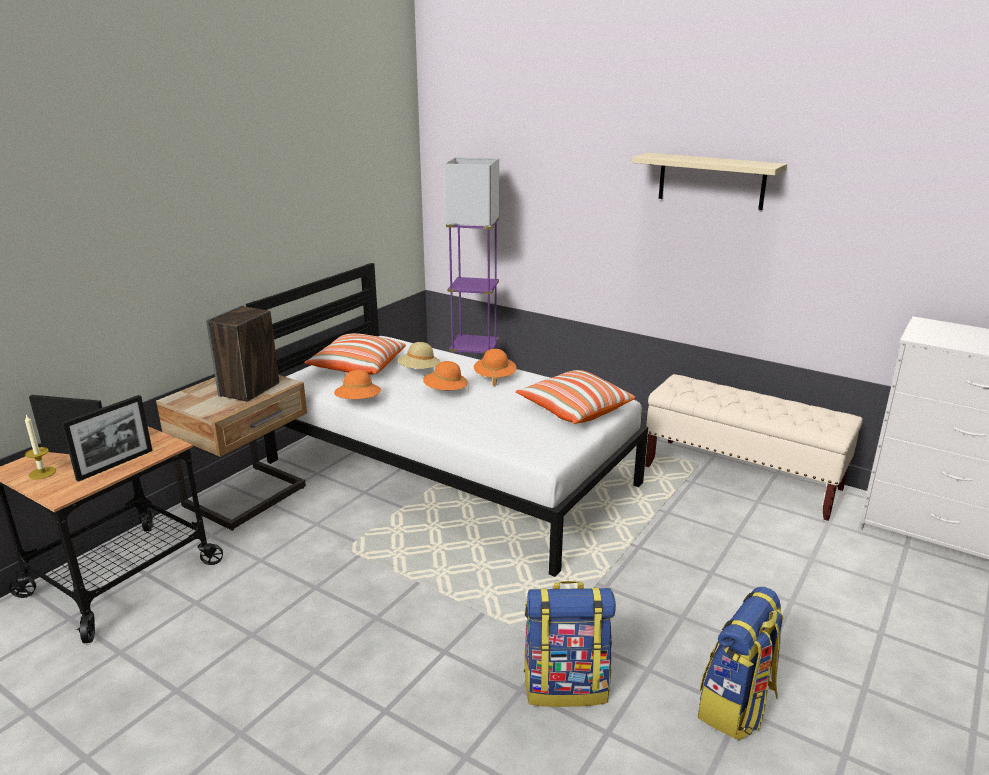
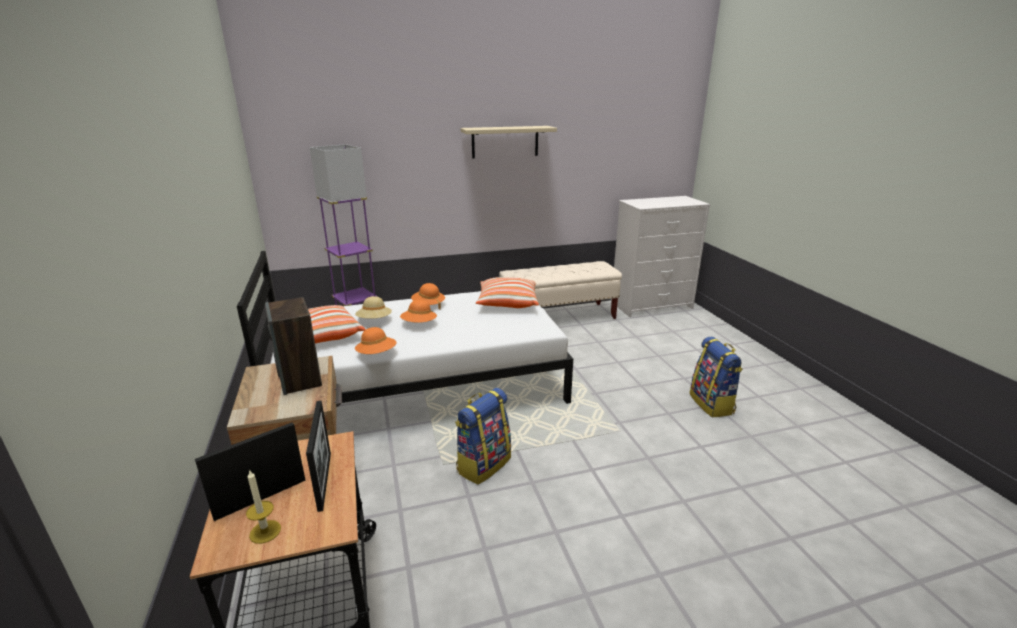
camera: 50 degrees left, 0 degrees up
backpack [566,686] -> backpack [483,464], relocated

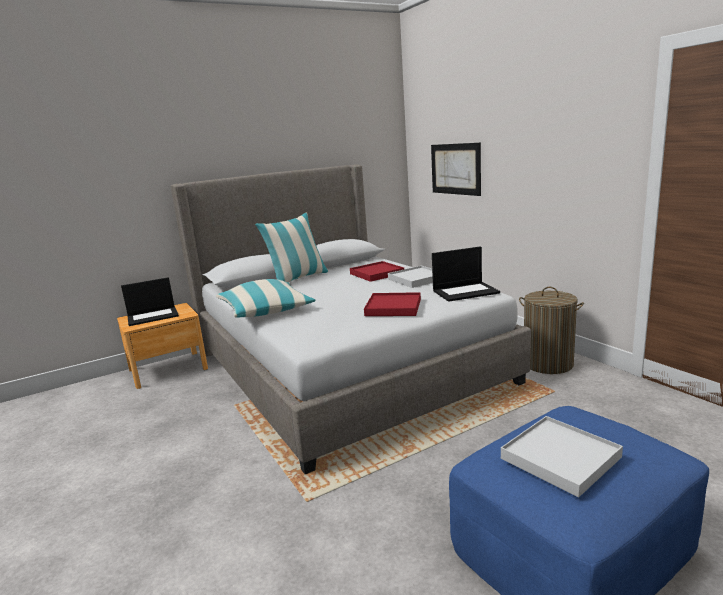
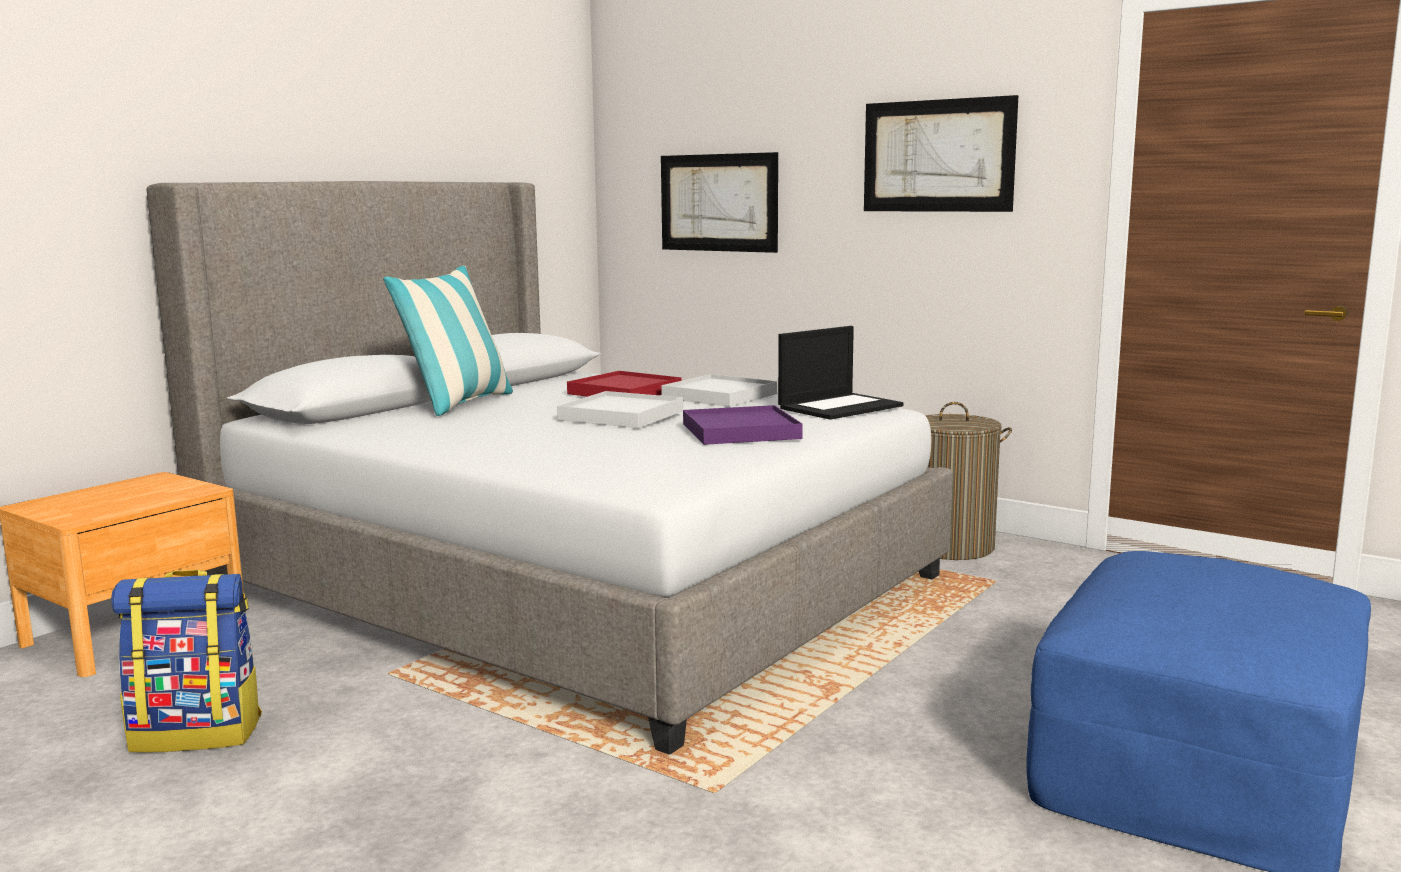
camera: 25 degrees left, 5 degrees down
none -> backpack [198,733]
white tray [560,458] -> white tray [621,415], relocated
red tray [393,307] -> purple tray [740,431]
none -> picture [937,156]
laptop [153,316] -> none
pillow [265,310] -> none

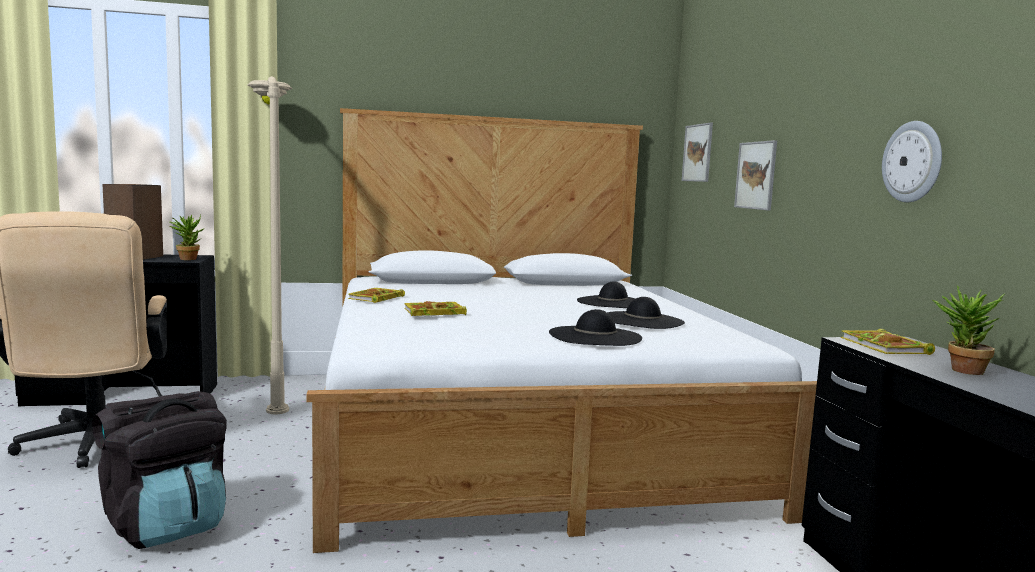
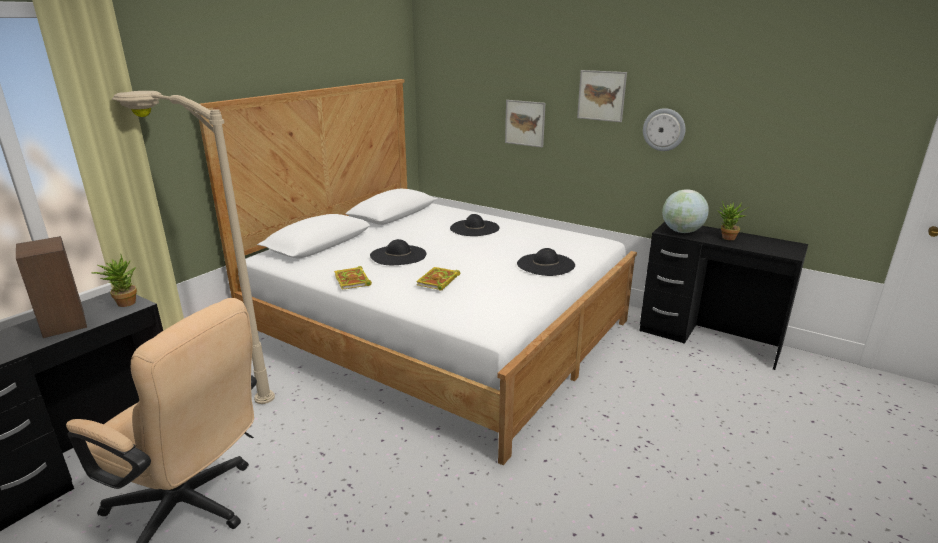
camera: 45 degrees left, 15 degrees up
black hat [642,320] -> black hat [398,255], relocated
picture [697,153] -> picture [601,95], relocated
book [886,347] -> globe [682,231]
black backpack [166,525] -> none

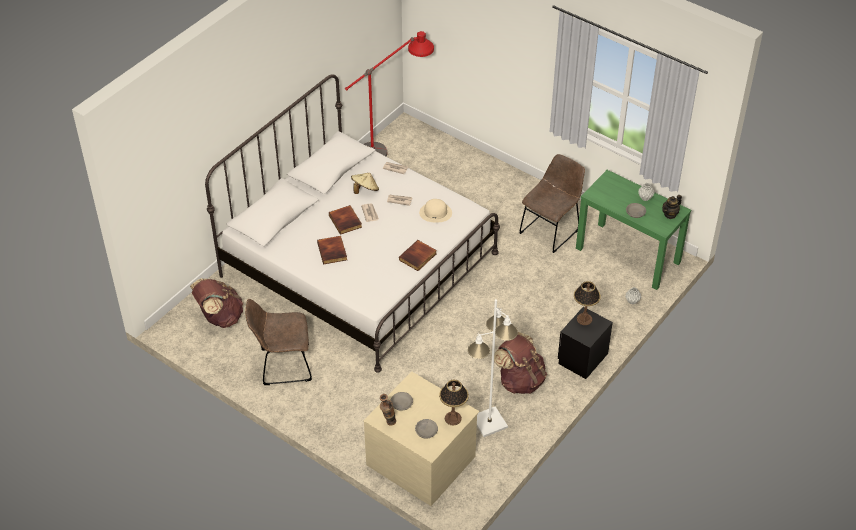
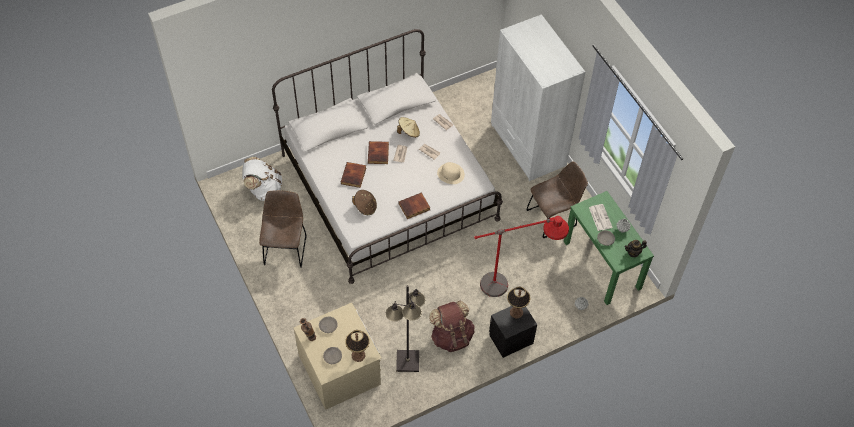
camera: 25 degrees right, 10 degrees up
brown backpack [220,317] -> white backpack [264,189]
brown chair [282,365] -> brown chair [285,248], 75 degrees clockwise
none -> brown hat [365,207]
white floor lamp [489,423] -> black floor lamp [407,361]
red floor lamp [392,147] -> red floor lamp [514,286], relocated
none -> white wardrobe [527,146]
none -> newspaper [600,217]

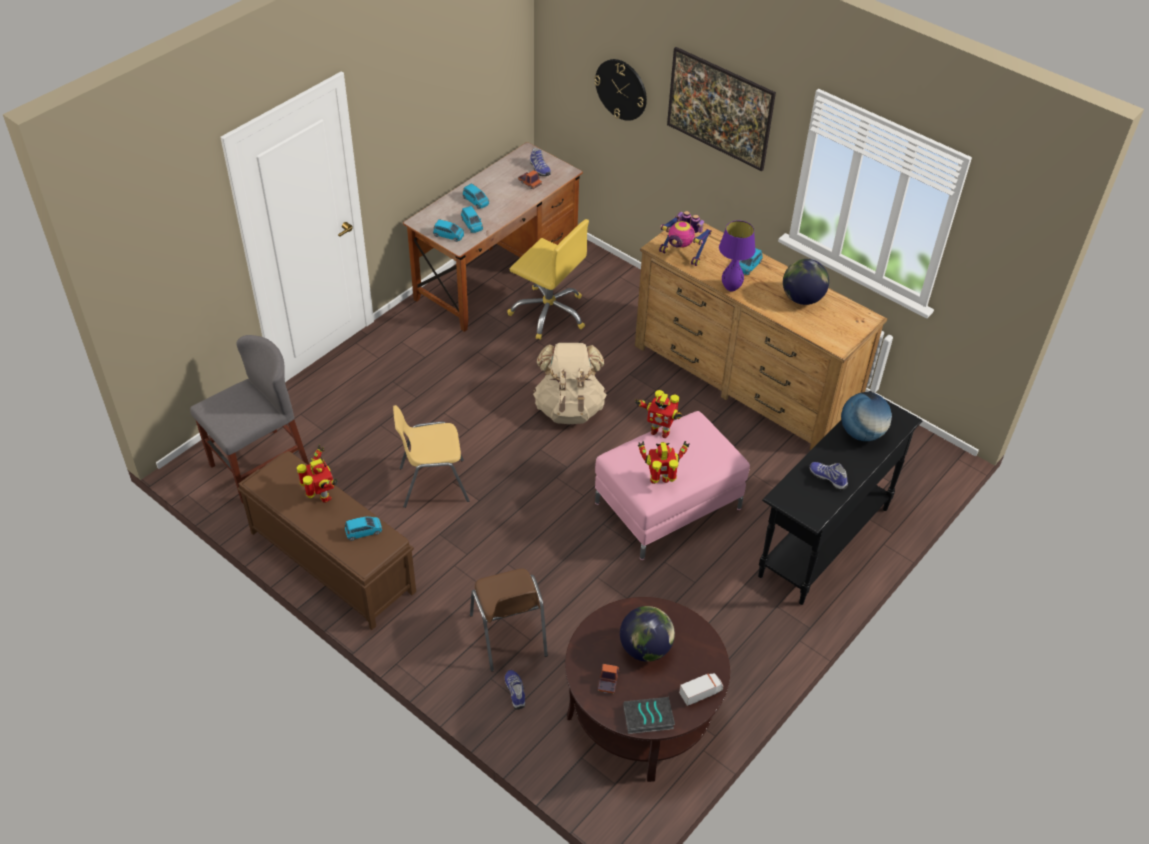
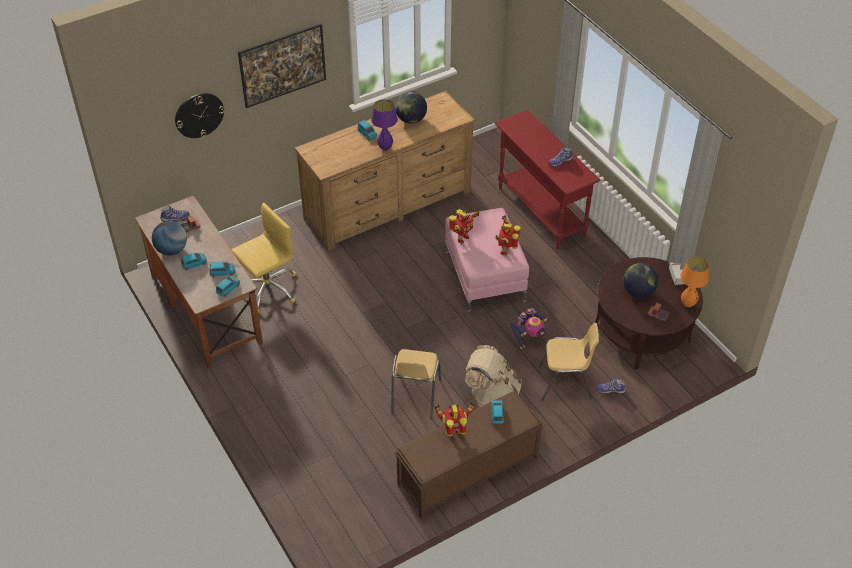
camera: 70 degrees left, 0 degrees up
globe [861,433] -> globe [172,250], relocated
beige backpack [569,408] -> beige backpack [491,396], relocated
black console table [823,542] -> red console table [541,213]
toy robot [682,254] -> toy robot [529,339], relocated
brown chair [509,636] -> yellow chair [565,383]
book [647,718] -> orange table lamp [688,304]
grey chair [259,466] -> none

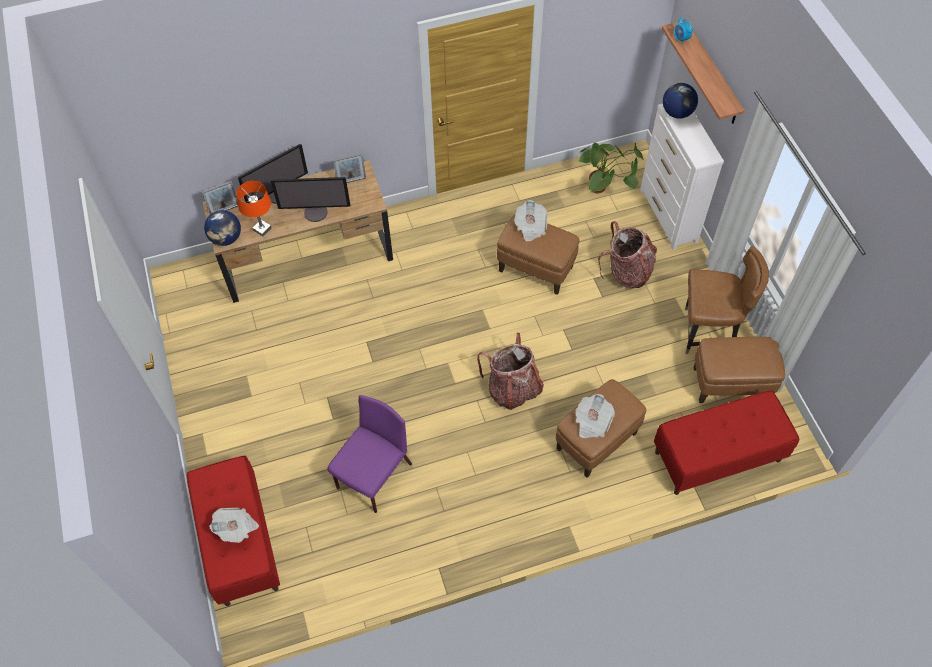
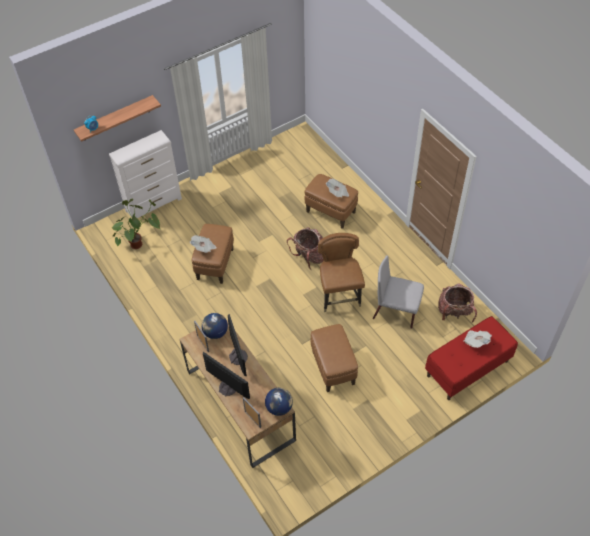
camera: 105 degrees left, 5 degrees down
globe [677,113] -> globe [215,333], relocated
brown ottoman [730,384] -> brown ottoman [333,368], relocated
brown chair [708,332] -> brown chair [339,296], relocated
purple chair [373,477] -> grey chair [396,311]
backpack [627,272] -> backpack [454,312], relocated
orange table lamp [262,229] -> none
red bench [717,456] -> none

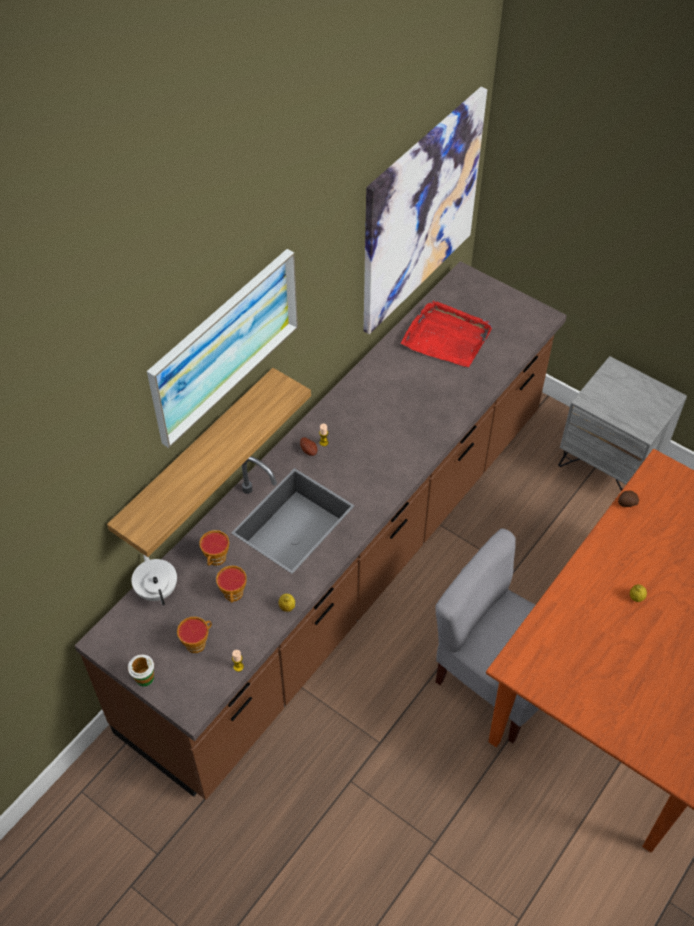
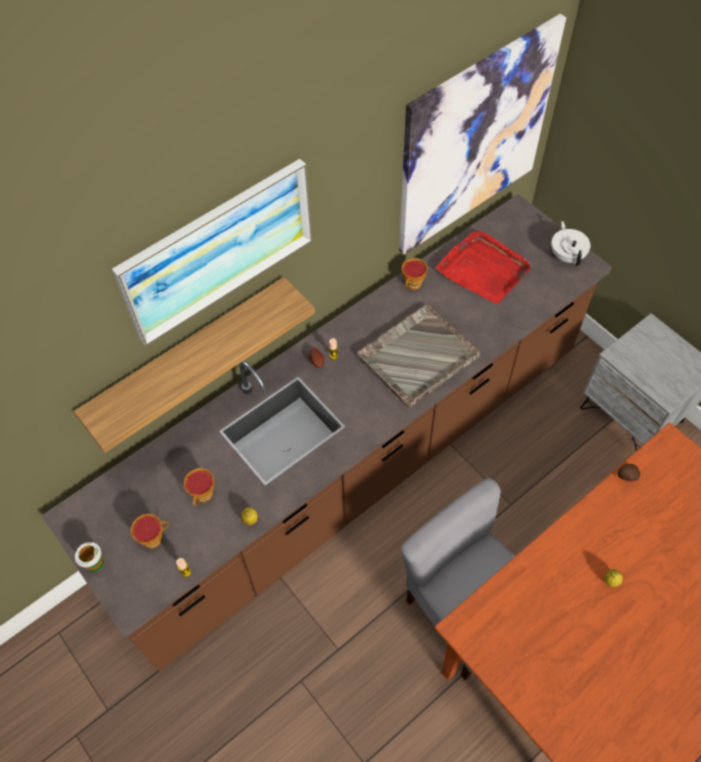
camera: 15 degrees right, 5 degrees up
none -> grey tray [417,357]
cup [216,559] -> cup [412,285], relocated
white teapot [157,589] -> white teapot [567,255], relocated

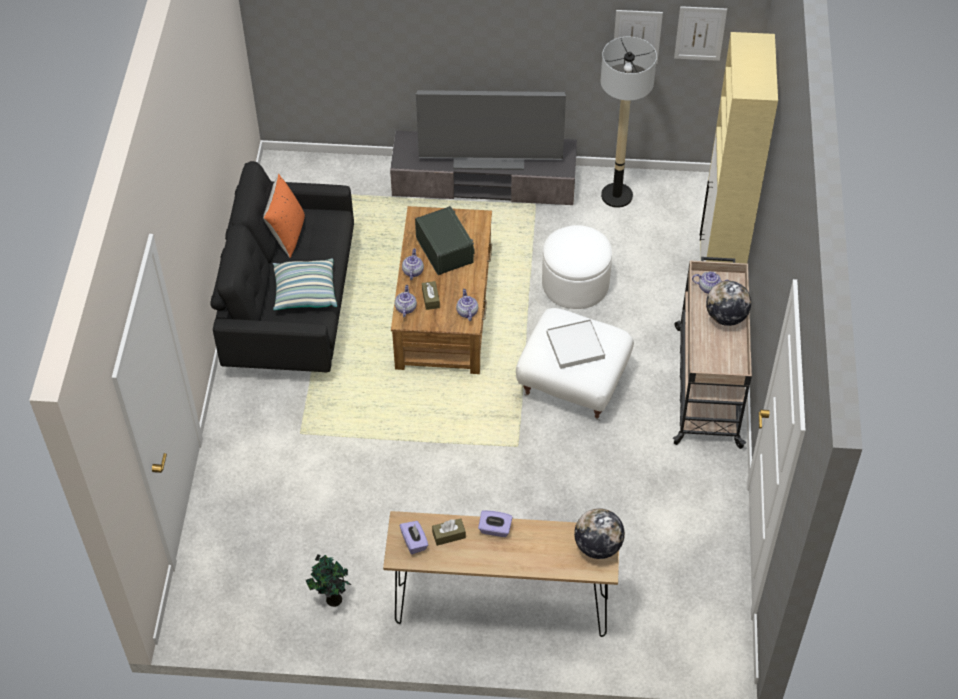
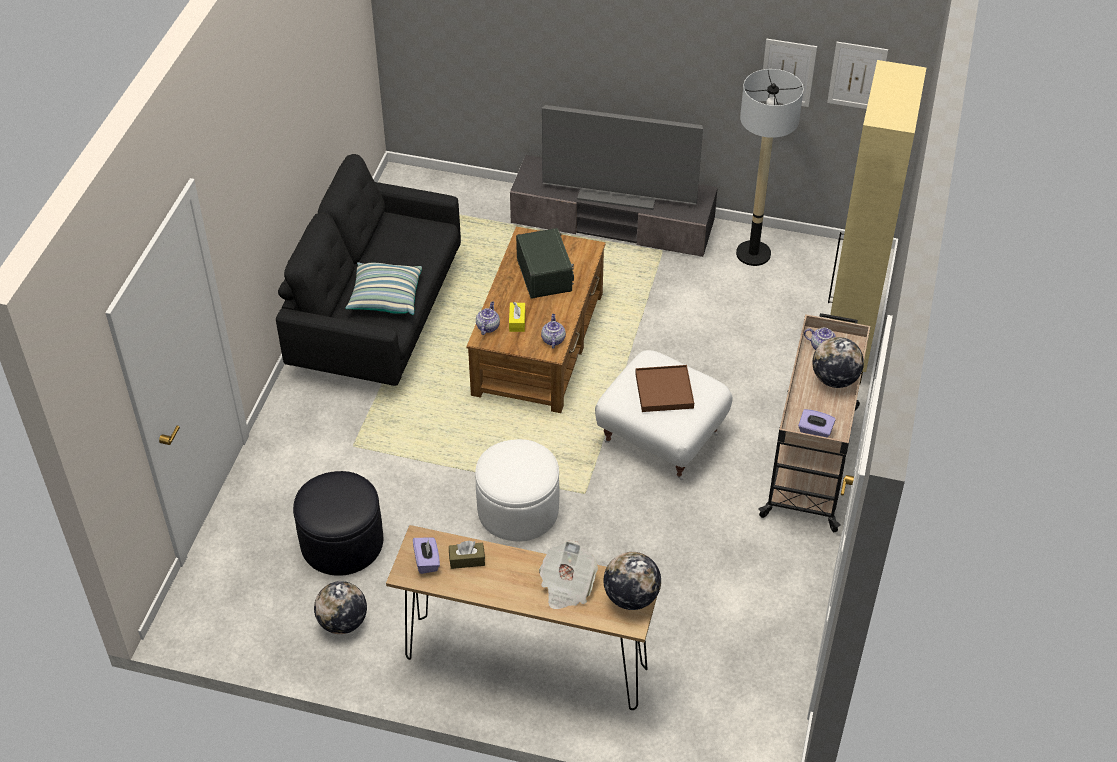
camera: 10 degrees right, 5 degrees down
none -> black ottoman [342,542]
potted plant [332,599] -> globe [343,622]
white ottoman [575,284] -> white ottoman [518,509], relocated
brown tissue box [430,299] -> yellow tissue box [517,321]
none -> newspaper [566,586]
white tray [575,345] -> brown tray [664,390]
purple tissue box [495,529] -> purple tissue box [815,432], relocated
orange pillow [287,235] -> none
teapot [412,271] -> none

